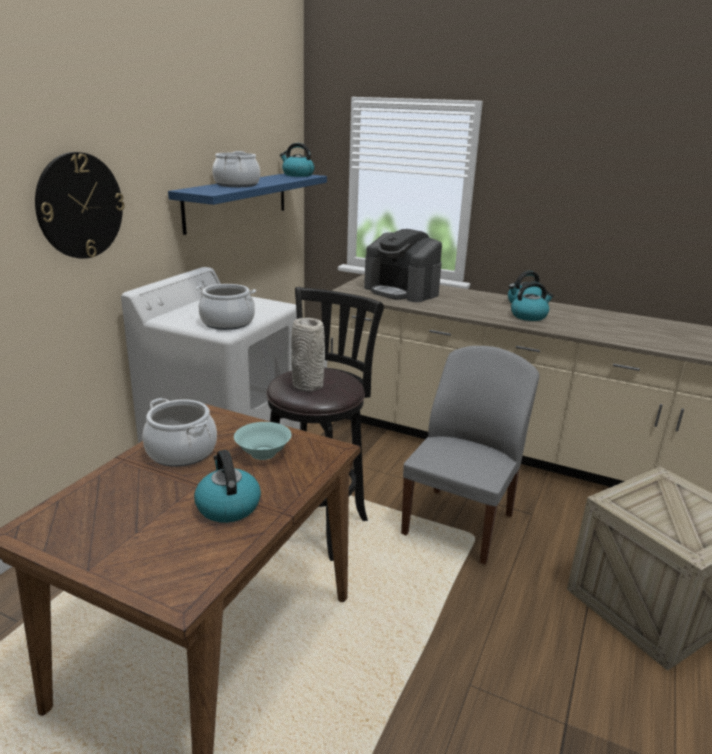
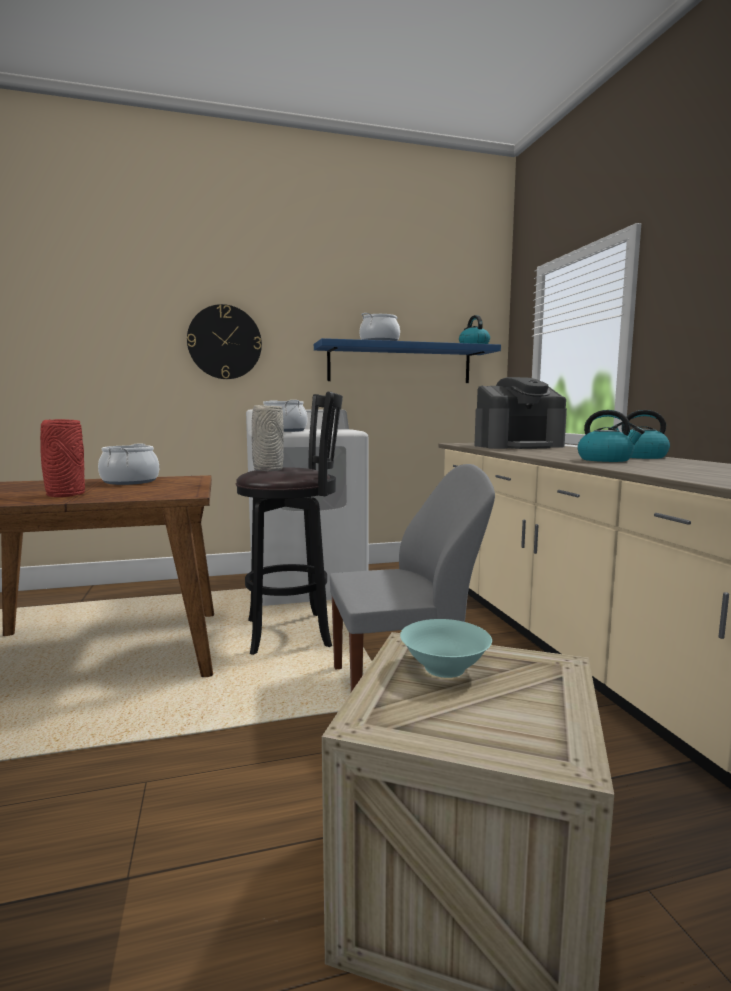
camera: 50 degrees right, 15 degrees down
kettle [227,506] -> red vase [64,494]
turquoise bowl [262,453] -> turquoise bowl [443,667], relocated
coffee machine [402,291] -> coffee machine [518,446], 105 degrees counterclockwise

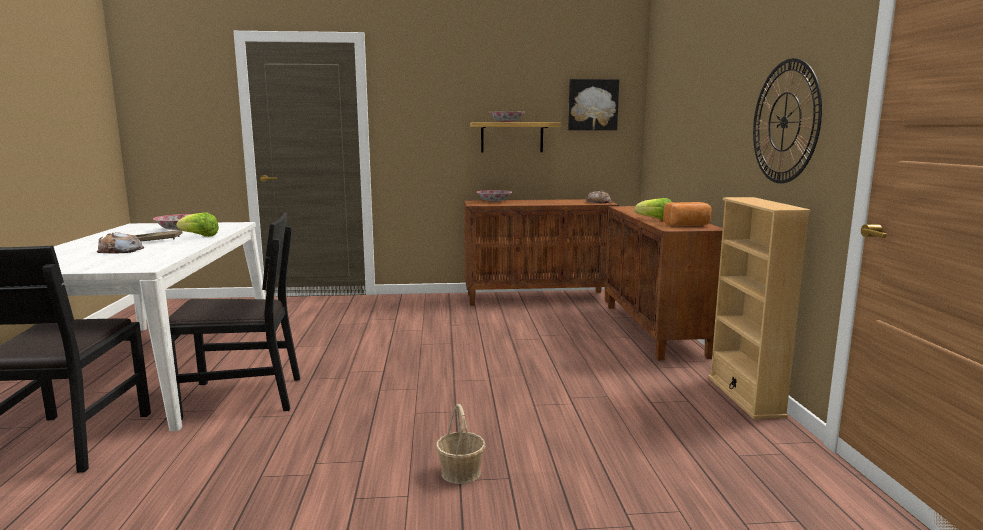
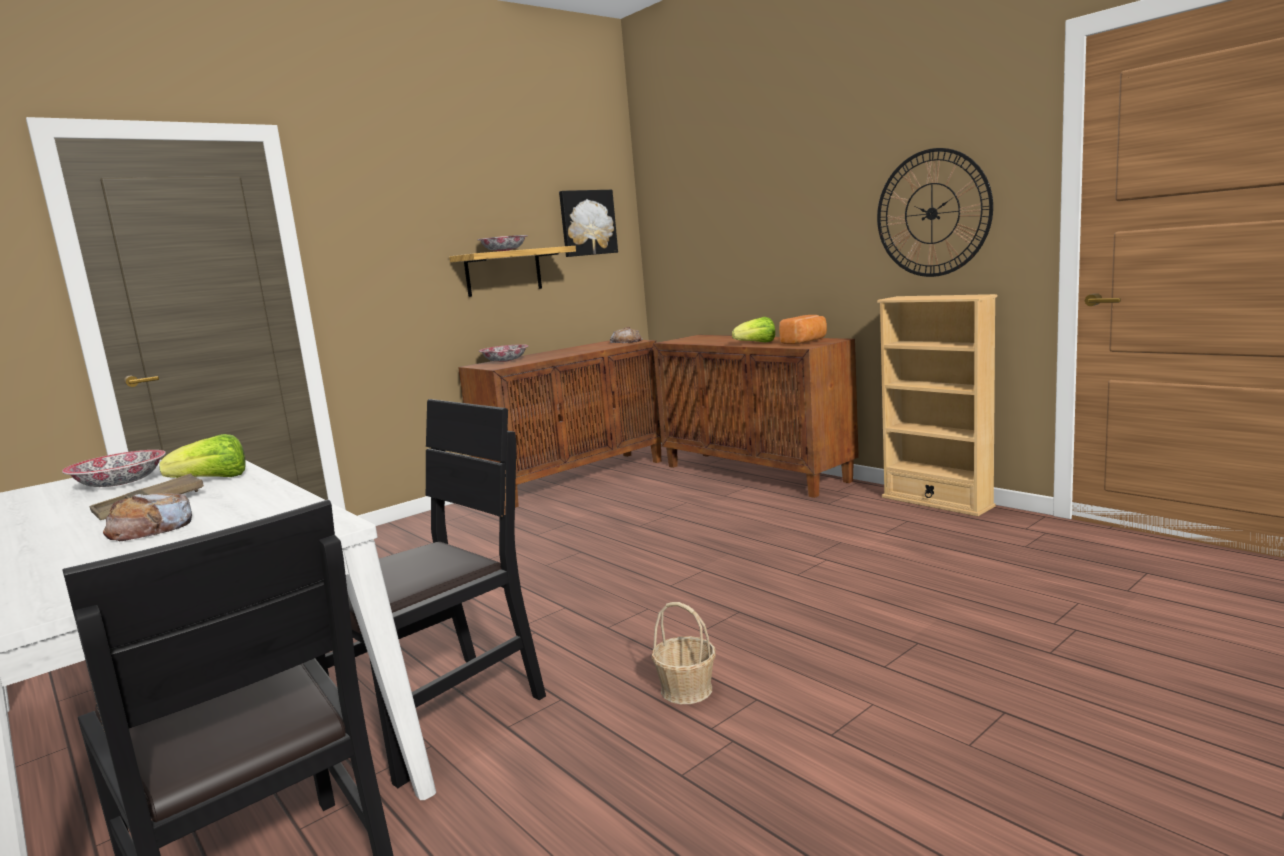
camera: 35 degrees left, 0 degrees up
basket [461,472] -> basket [686,689], relocated

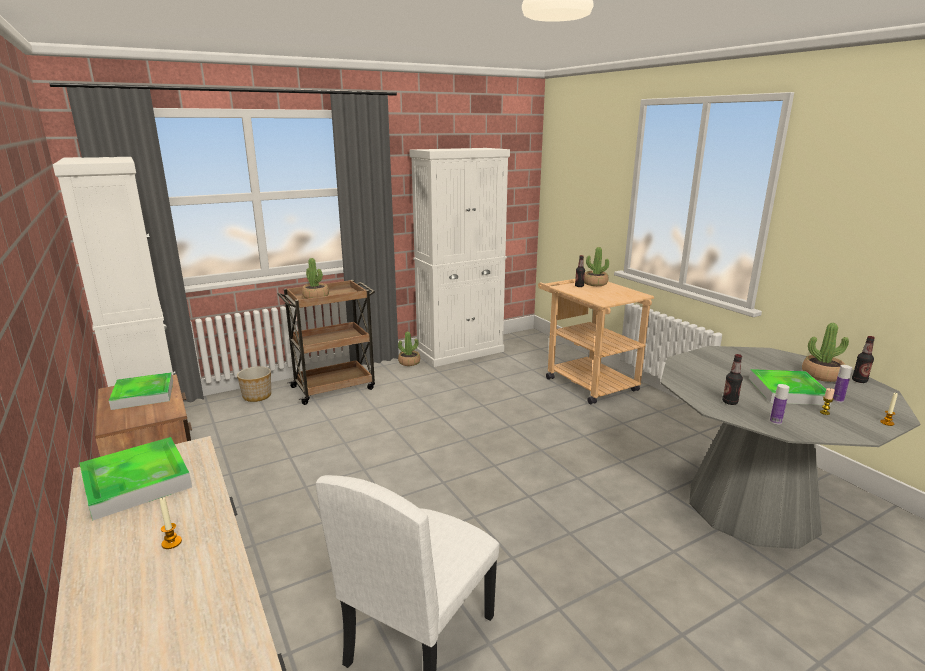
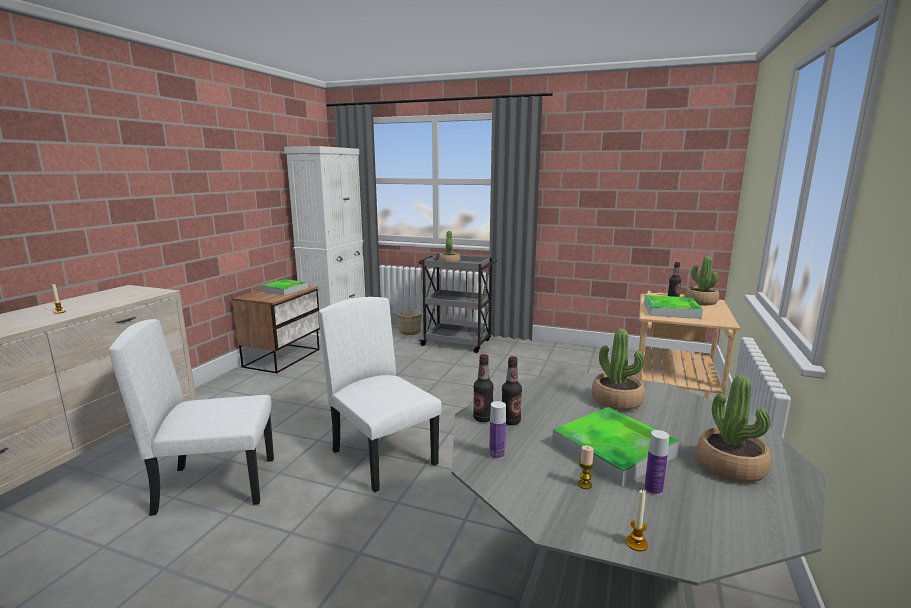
camera: 50 degrees right, 5 degrees down
none -> white chair [384,457]
brown cart [334,387] -> grey cart [457,343]
bottle [859,381] -> bottle [483,418], relocated
potted plant [409,362] -> potted plant [617,401], relocated
tray [137,482] -> tray [671,310], relocated
white cabinet [460,352] -> none

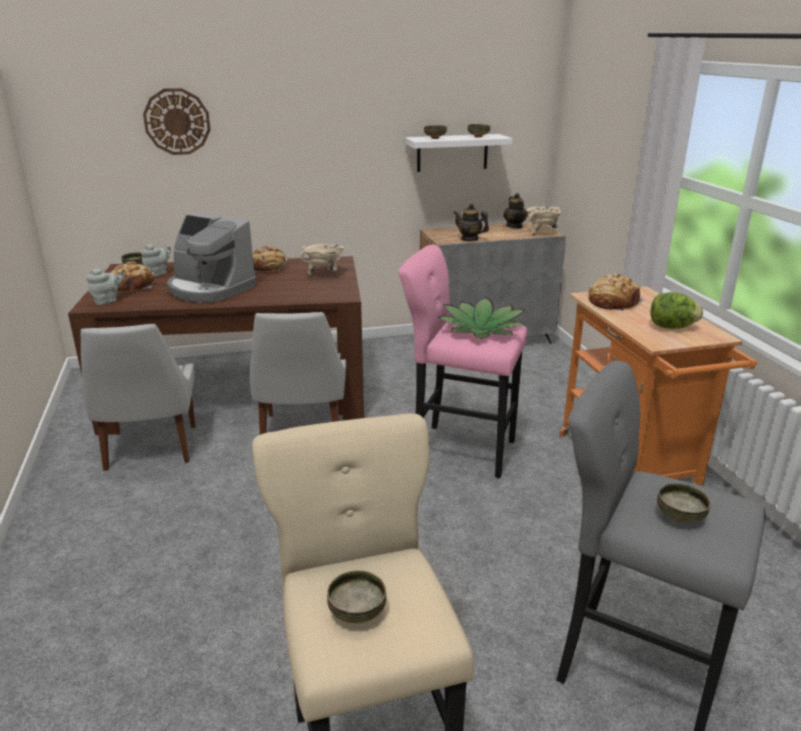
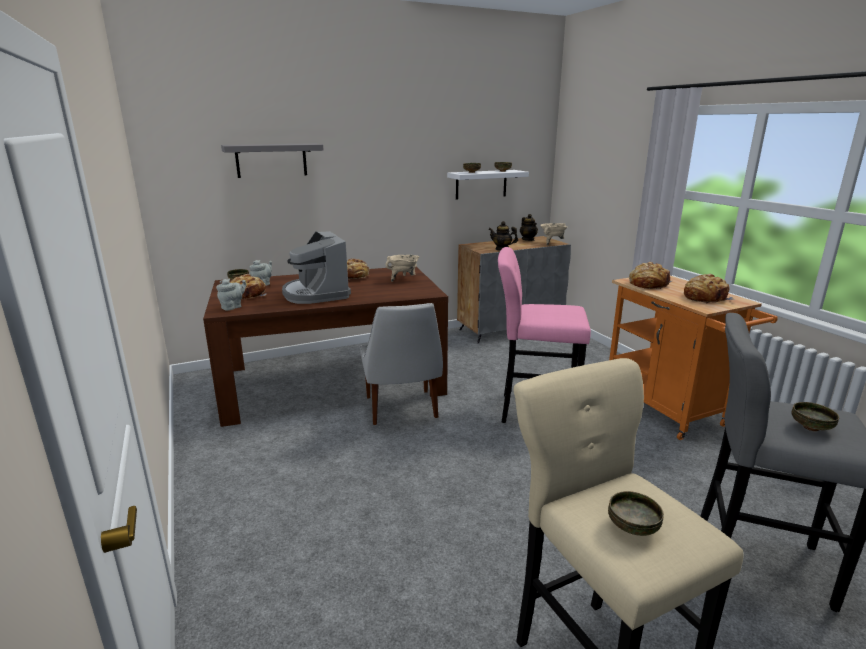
camera: 10 degrees left, 5 degrees down
wall clock [177,121] -> grey shelf [271,160]
coffee machine [210,289] -> coffee machine [316,294], 45 degrees clockwise
lettuce [671,327] -> bread [705,297]
white chair [151,450] -> none
potted plant [481,329] -> none

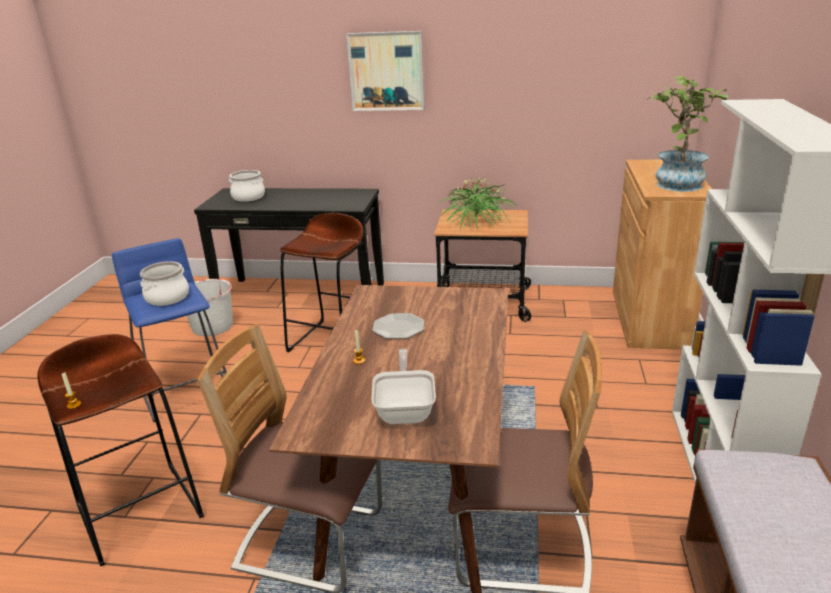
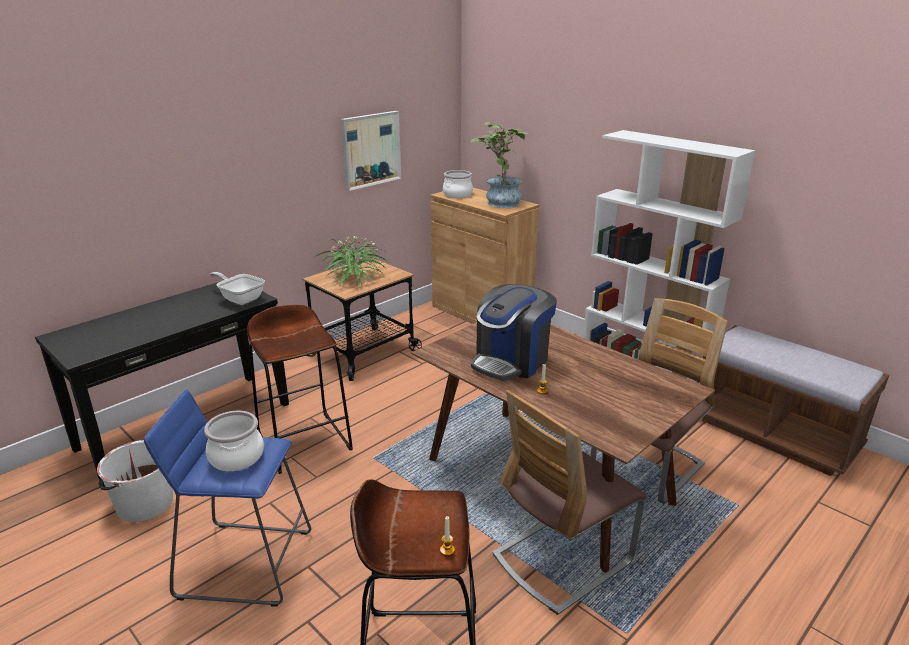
camera: 55 degrees left, 0 degrees up
frying pan [405,409] -> frying pan [240,299], relocated
picture [386,71] -> picture [371,149], relocated
cooking pot [248,197] -> cooking pot [458,194], relocated
plate [398,328] -> coffee machine [511,361]

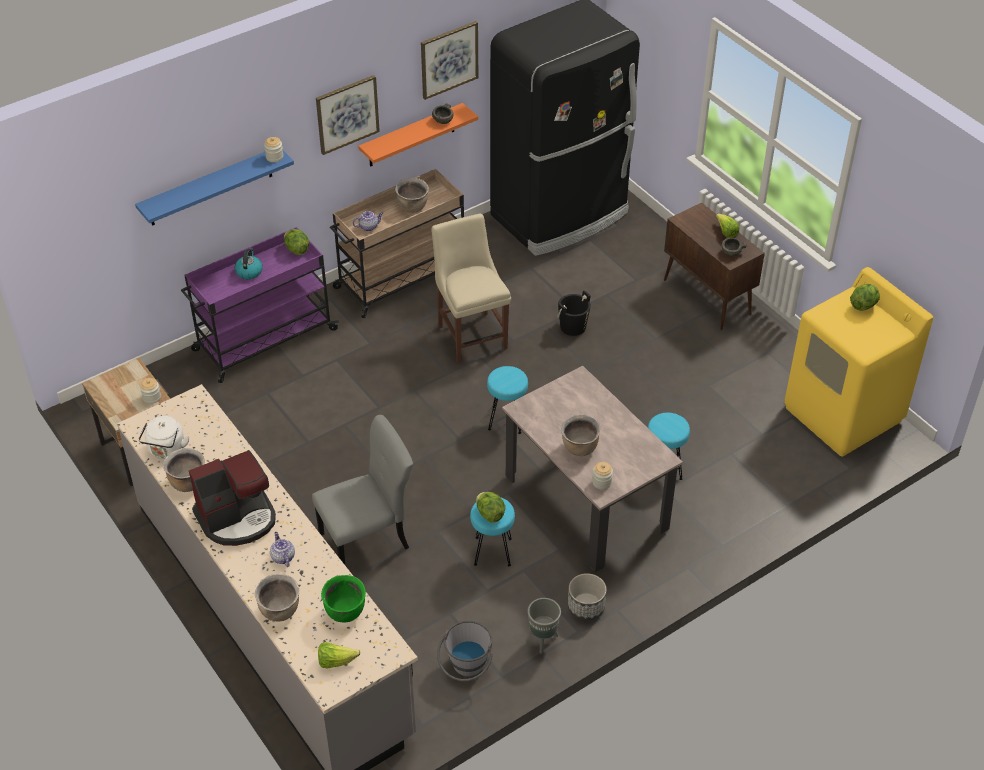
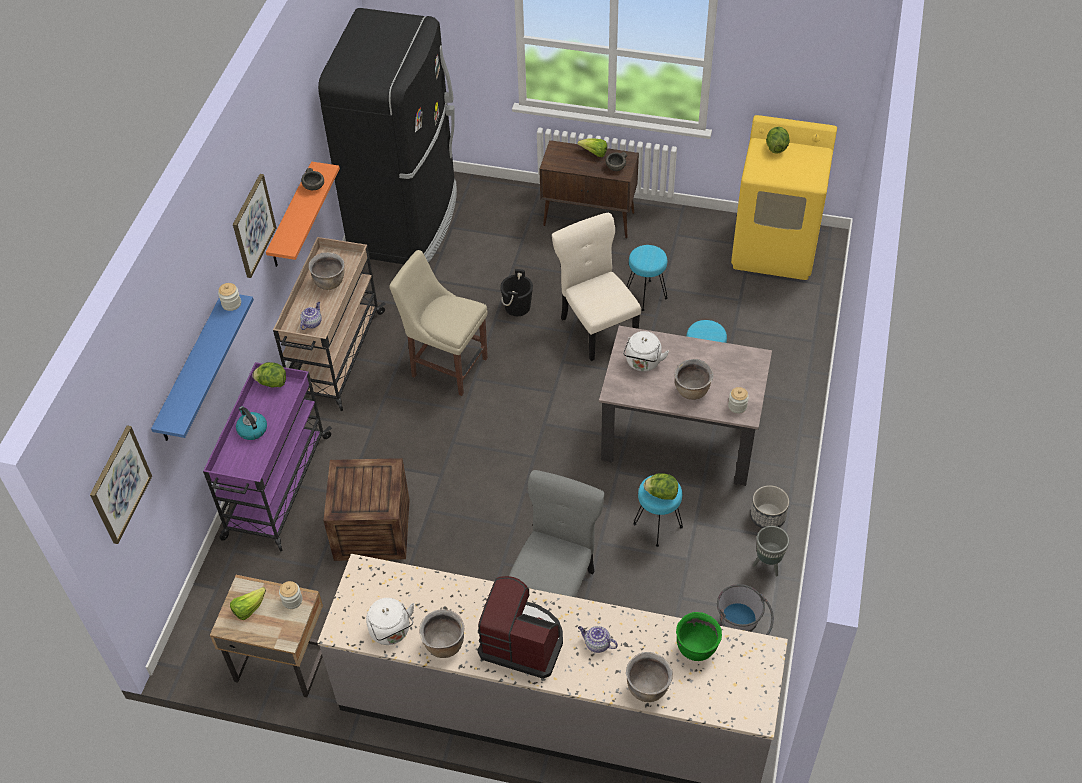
camera: 40 degrees left, 5 degrees up
picture [449,59] -> picture [120,484], relocated
lettuce [336,661] -> lettuce [249,609], relocated
none -> crate [372,529]
coffee machine [237,518] -> coffee machine [522,641], 90 degrees counterclockwise
none -> beige chair [597,327]
none -> white kettle [643,363]
turquoise stool [507,419] -> turquoise stool [646,295], relocated

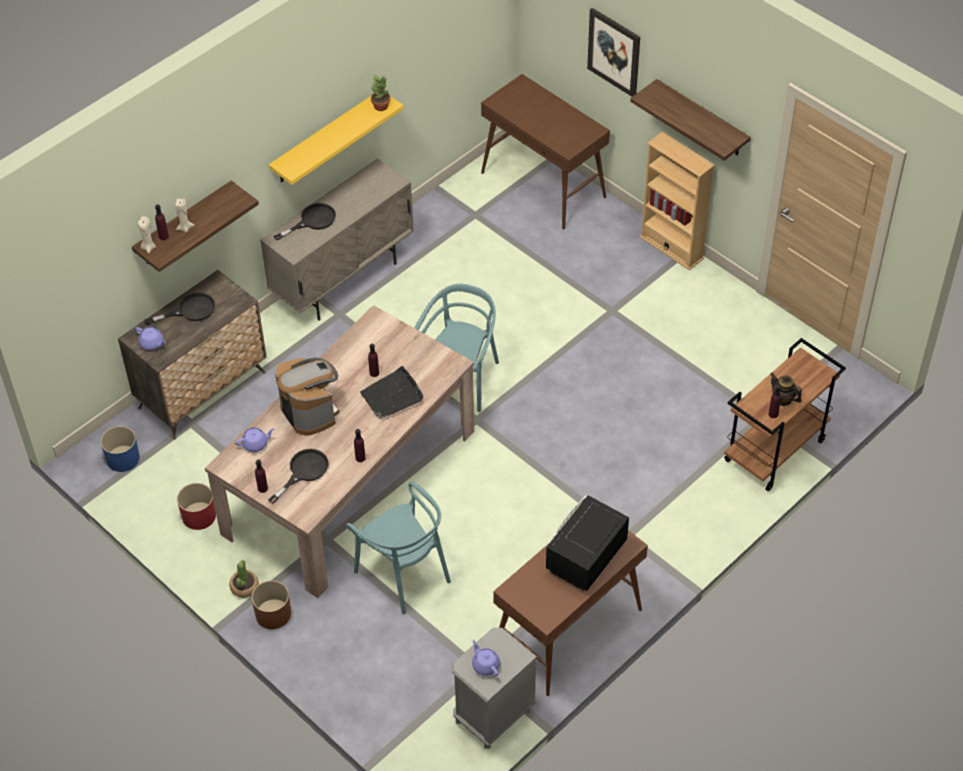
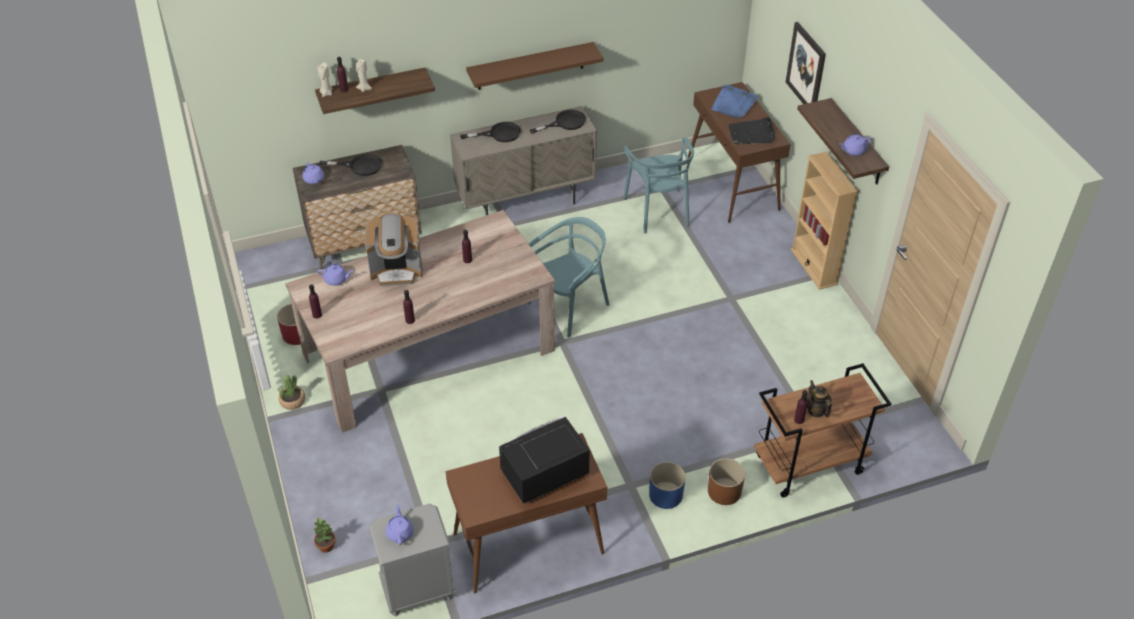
camera: 25 degrees right, 5 degrees down
potted plant [380,106] -> potted plant [326,546], relocated
coffee machine [310,411] -> coffee machine [396,270], 90 degrees clockwise
yellow shelf [326,138] -> brown shelf [530,66]
black frying pan [304,471] -> black frying pan [565,123], relocated
turquoise chair [404,574] -> turquoise chair [658,211], relocated
blue planter [123,459] -> blue planter [665,495], relocated
brown planter [273,614] -> brown planter [724,491], relocated
none -> blue tray [733,104]
black tray [392,396] -> black tray [751,134], relocated
none -> purple teapot [853,151]

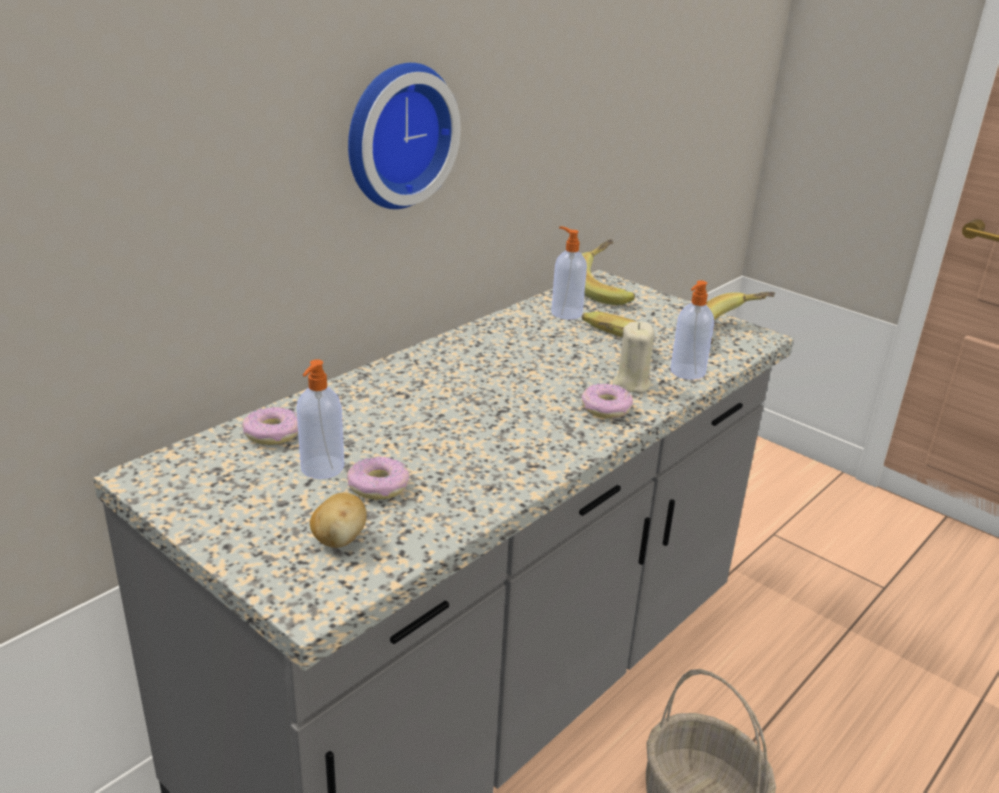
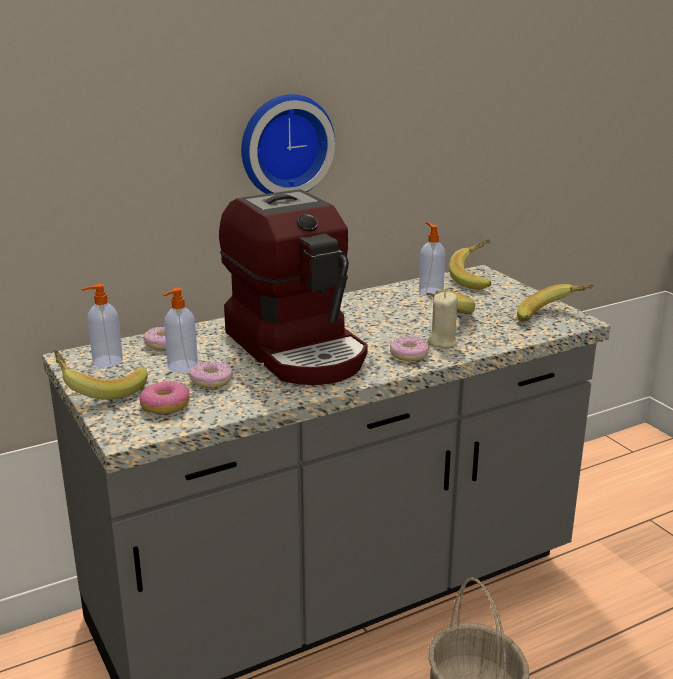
camera: 20 degrees right, 5 degrees down
none -> banana [101,389]
soap dispenser [687,372] -> soap dispenser [106,362], relocated
potato [339,540] -> donut [165,405]
none -> coffee machine [298,349]

